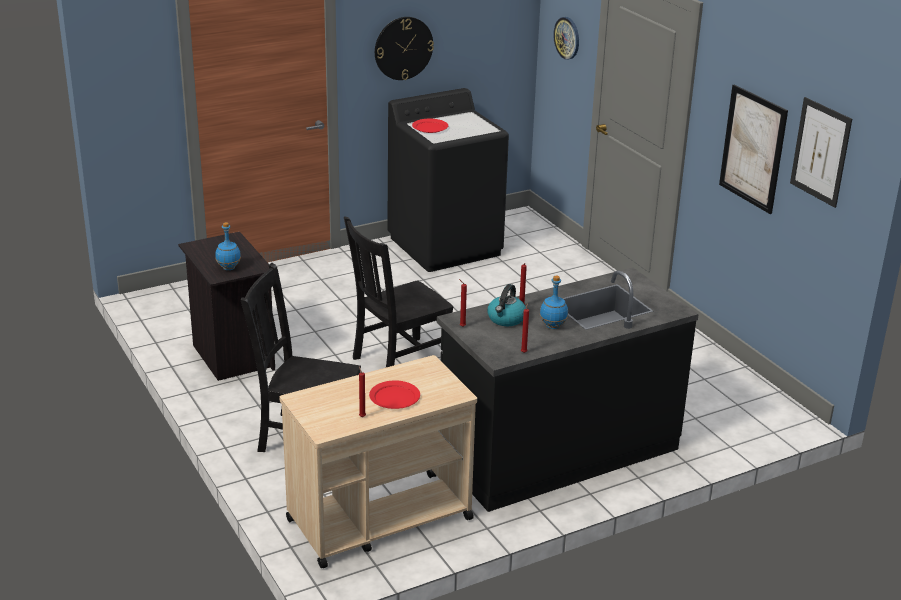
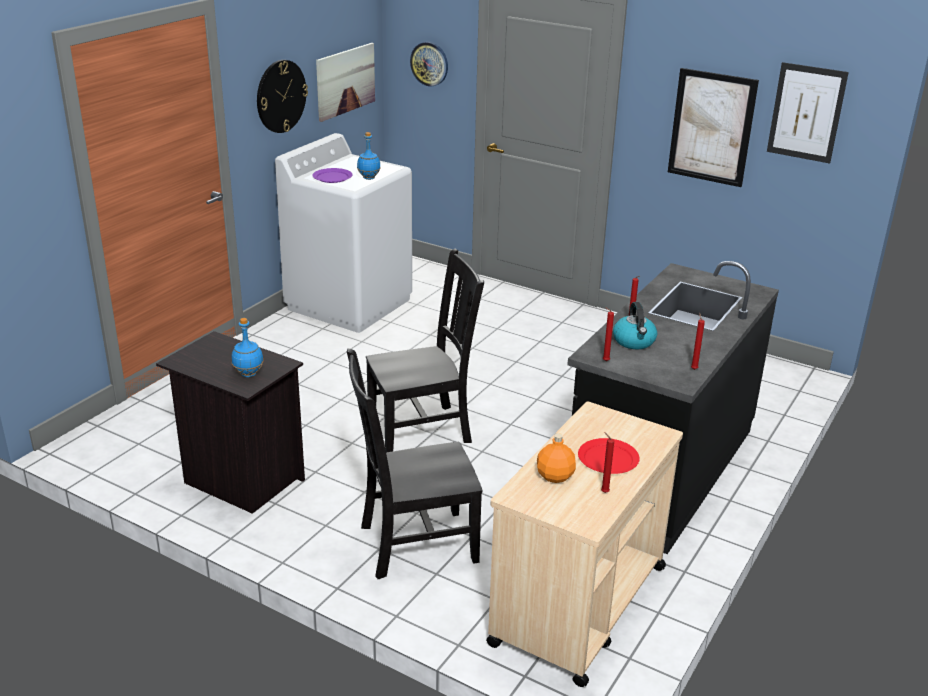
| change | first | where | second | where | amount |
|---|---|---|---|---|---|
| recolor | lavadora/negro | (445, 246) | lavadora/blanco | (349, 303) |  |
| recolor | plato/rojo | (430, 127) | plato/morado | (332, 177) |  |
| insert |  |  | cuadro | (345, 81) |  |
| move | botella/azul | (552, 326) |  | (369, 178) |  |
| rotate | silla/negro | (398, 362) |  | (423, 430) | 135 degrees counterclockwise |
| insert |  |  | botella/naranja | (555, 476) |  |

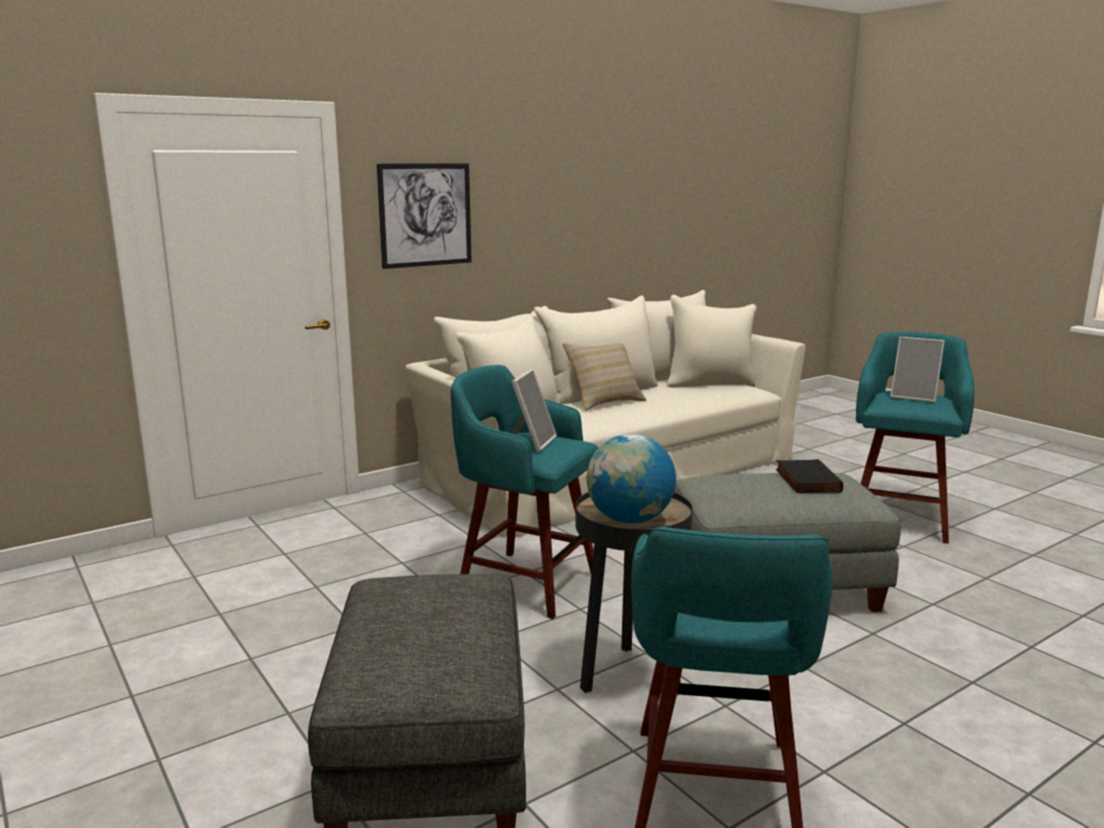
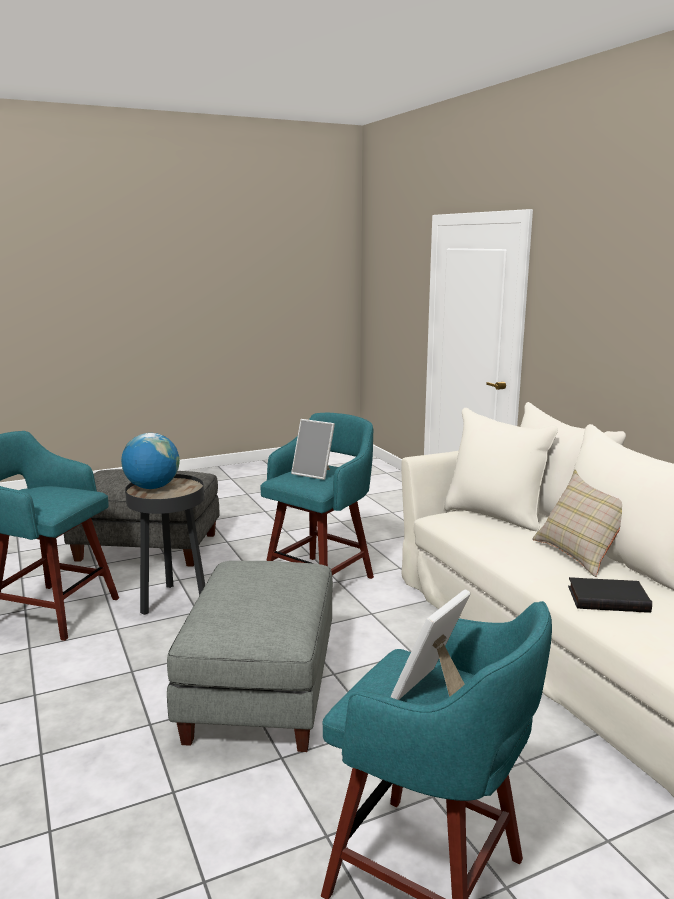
| change | first | where | second | where | amount |
|---|---|---|---|---|---|
| move | libro/negro | (805, 480) |  | (608, 598) |  |
| delete | cuadro | (425, 215) |  |  |  |

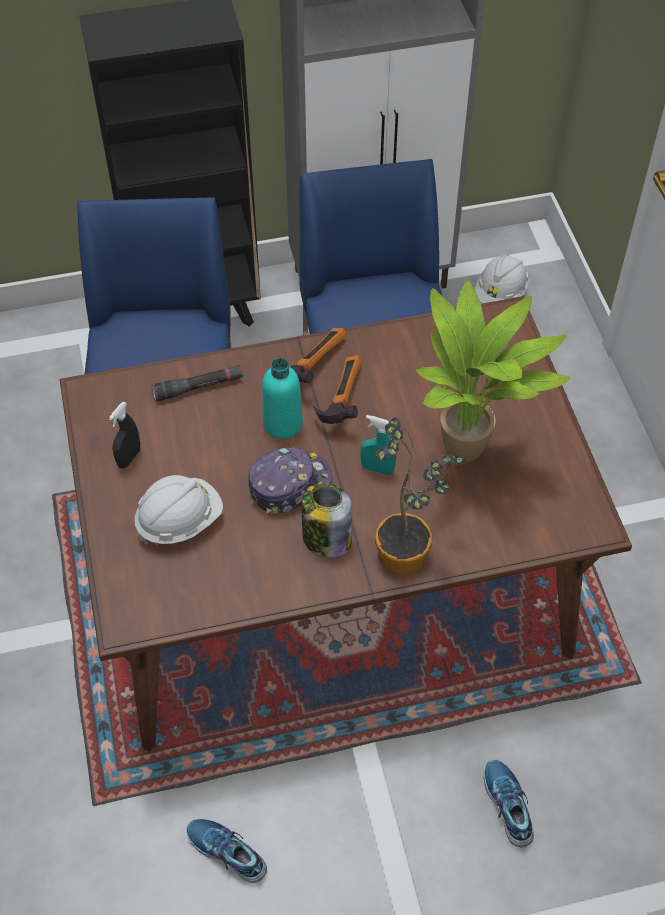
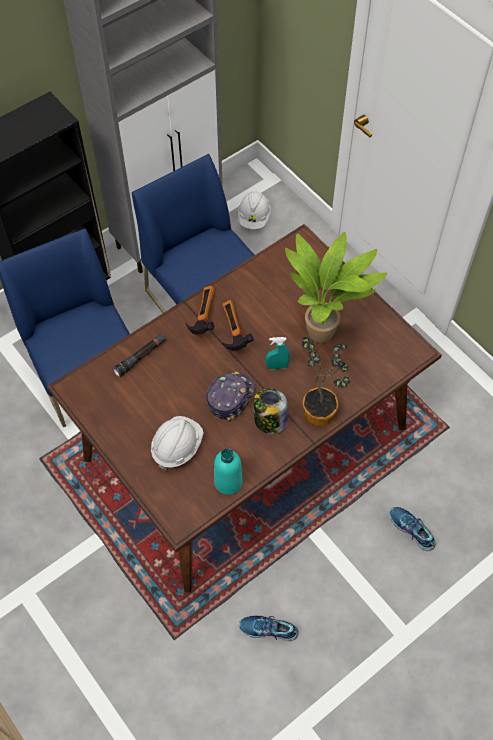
| change | first | where | second | where | amount |
|---|---|---|---|---|---|
| move | botella/turquesa | (283, 423) |  | (228, 482) |  |
| delete | pulverizador/negro | (129, 458) |  |  |  |

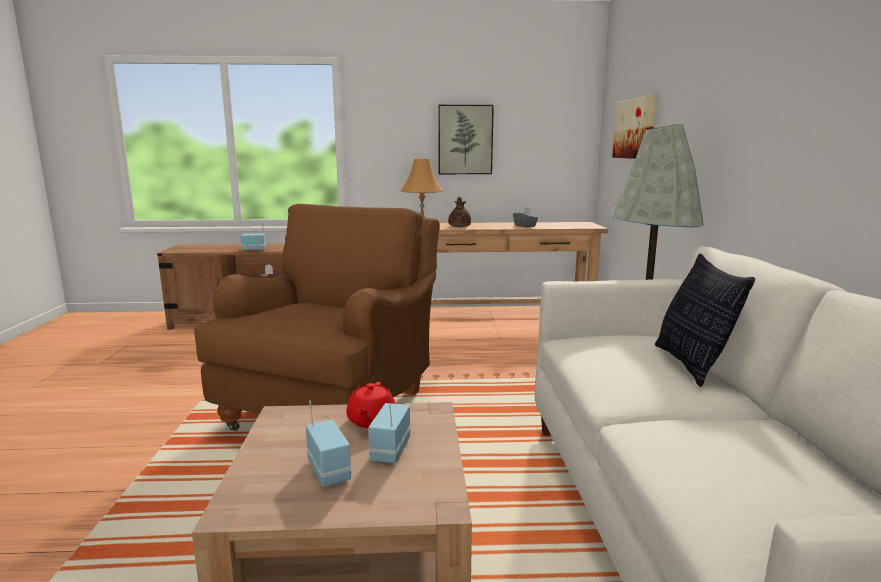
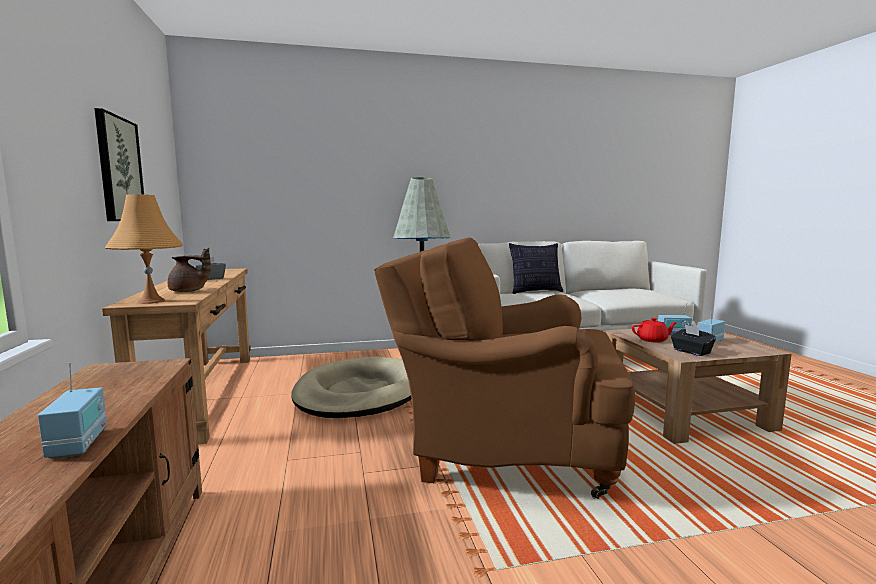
| change | first | where | second | where | amount |
|---|---|---|---|---|---|
| insert |  |  | cama para perro/beis | (359, 393) |  |
| insert |  |  | caja de pañuelos/negro | (691, 352) |  |
| delete | cuadro | (635, 129) |  |  |  |

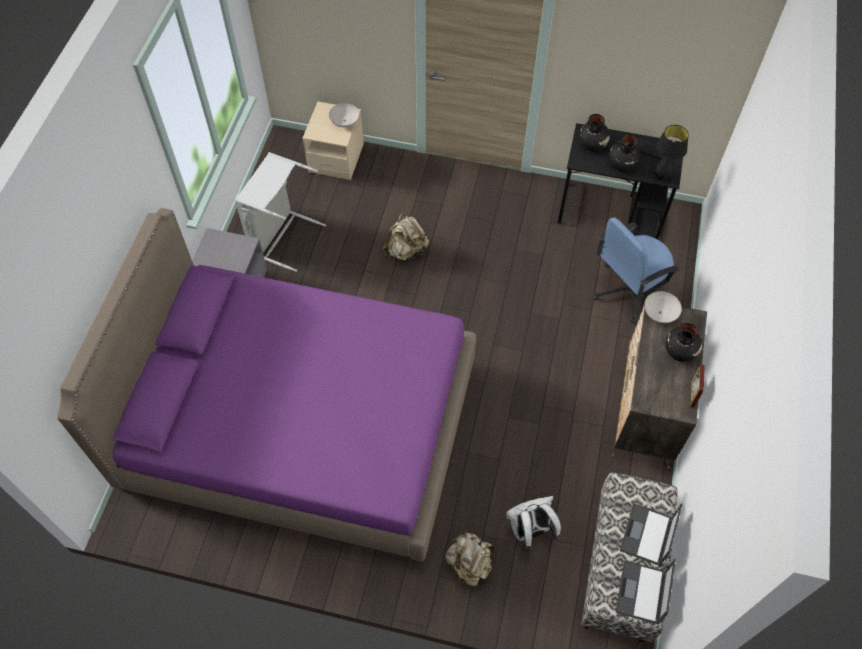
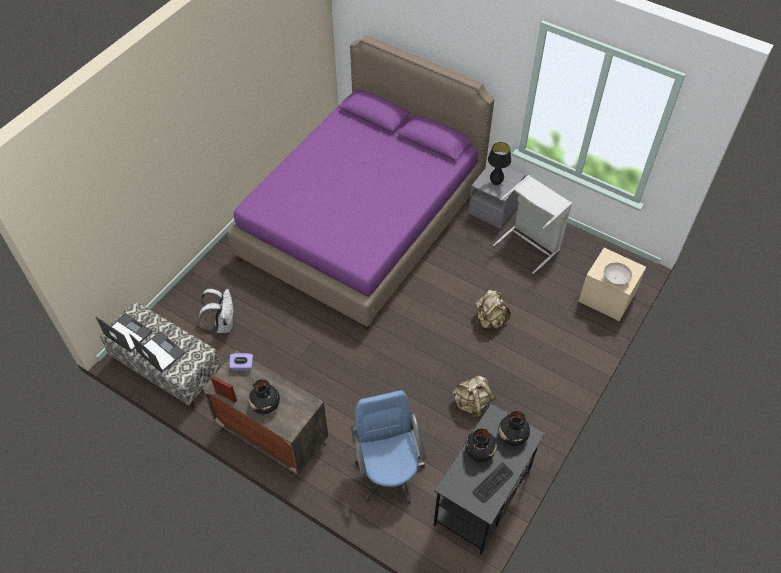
| change | first | where | second | where | amount |
|---|---|---|---|---|---|
| insert |  |  | caja de pañuelos/morado | (242, 366) |  |
| move | mochila/beis | (469, 564) |  | (472, 403) |  |
| move | lámpara de mesa/negro | (661, 177) |  | (496, 183) |  |
| delete | cuenco/blanco | (660, 314) |  |  |  |

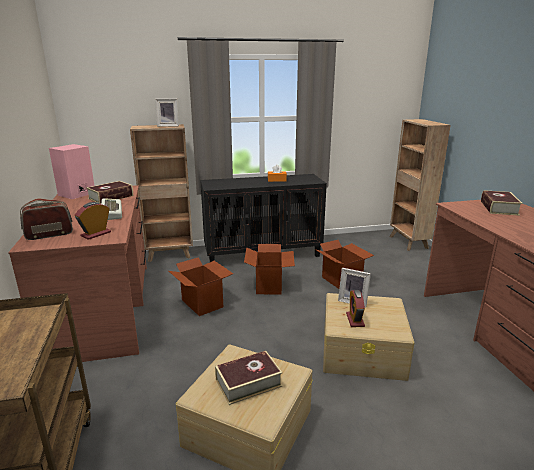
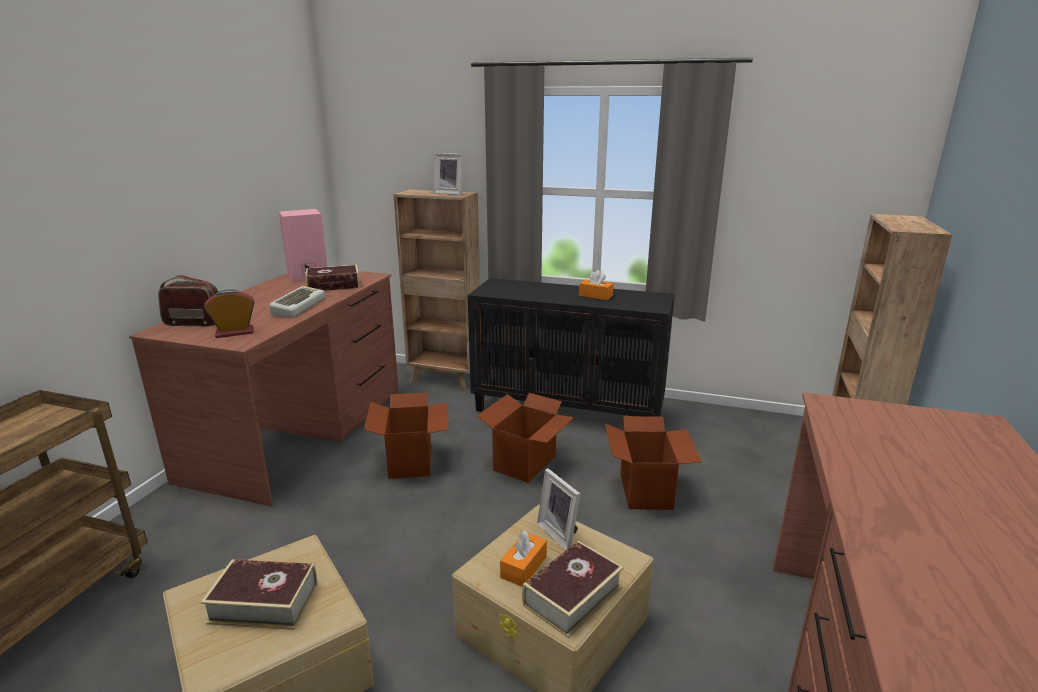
| change | first | where | second | where | amount |
|---|---|---|---|---|---|
| replace | despertador | (355, 320) | caja de pañuelos/naranja | (523, 567) |  |
| move | libro | (499, 208) |  | (572, 596) |  |

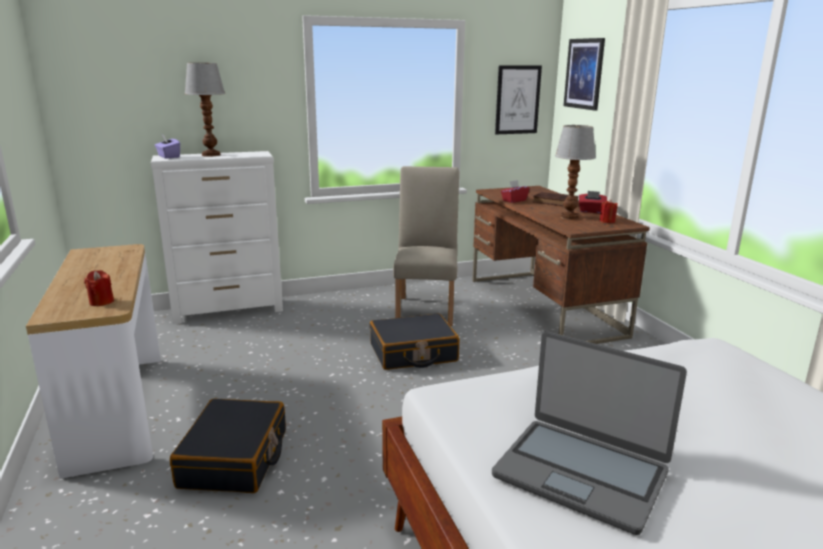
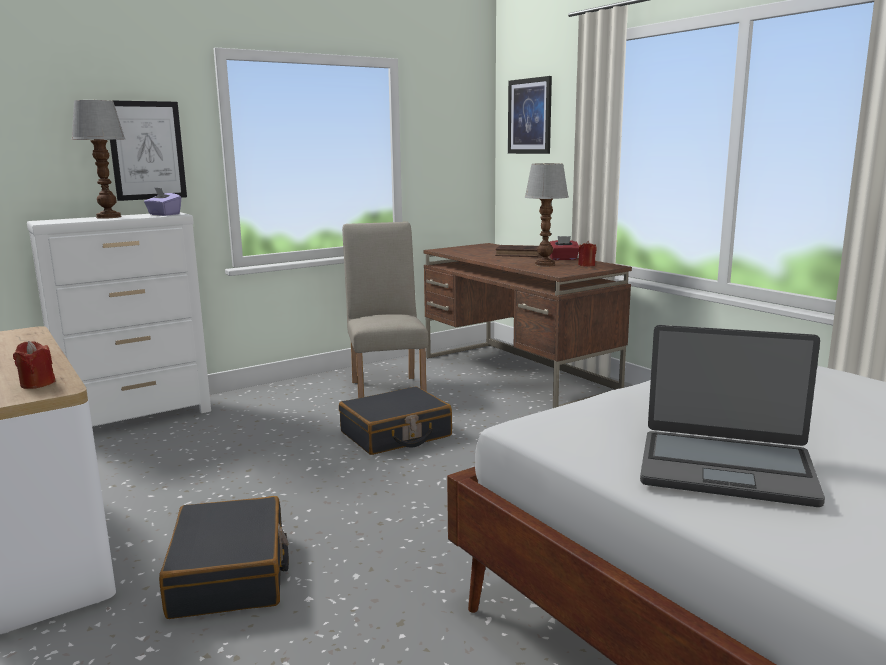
| change | first | where | second | where | amount |
|---|---|---|---|---|---|
| move | cuadro | (517, 100) |  | (147, 150) |  |
| move | caja de pañuelos/morado | (168, 156) |  | (164, 214) |  |
| delete | caja de pañuelos/rojo | (514, 200) |  |  |  |

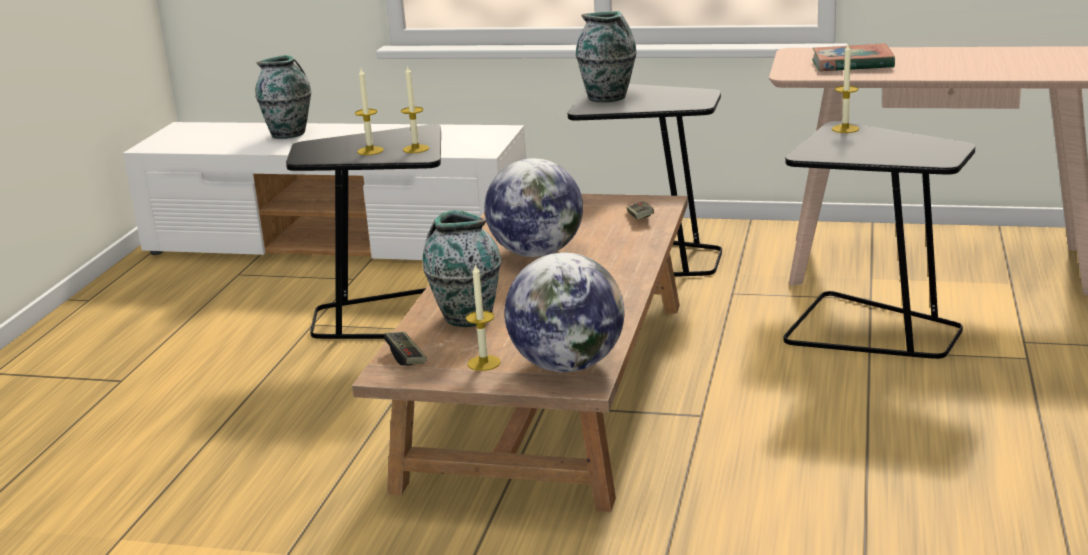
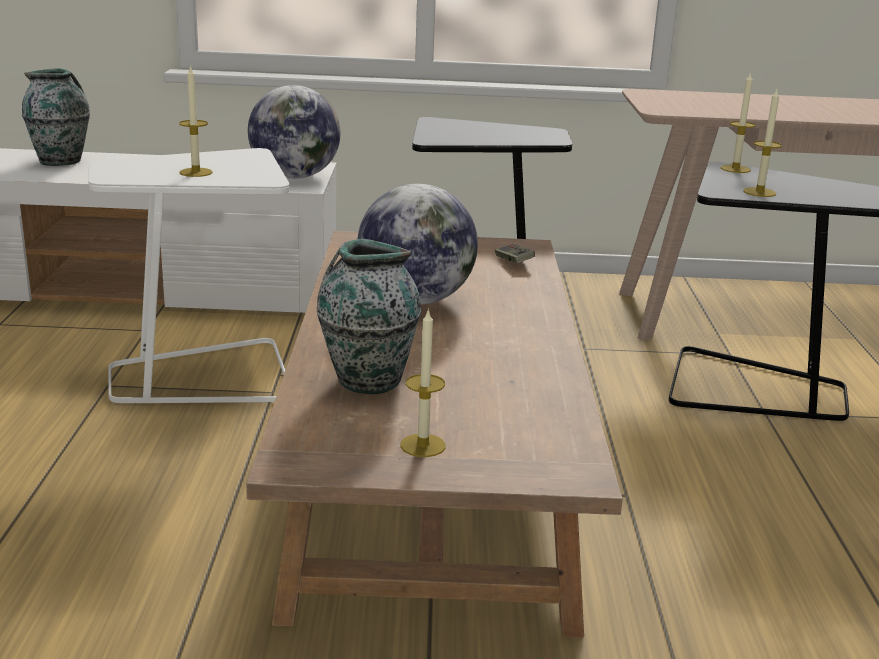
| change | first | where | second | where | amount |
|---|---|---|---|---|---|
| recolor | mesa auxiliar/negro | (389, 318) | mesa auxiliar/blanco | (203, 377) |  |
| move | globo terráqueo | (567, 365) |  | (294, 177) |  |
| move | vela | (416, 149) |  | (759, 192) |  |
| delete | mando de consola | (406, 356) |  |  |  |
| delete | florero | (608, 98) |  |  |  |
| delete | libro | (852, 64) |  |  |  |

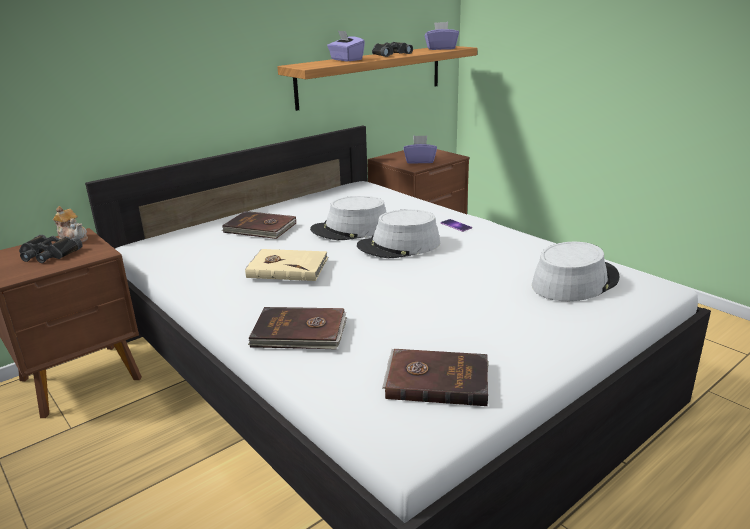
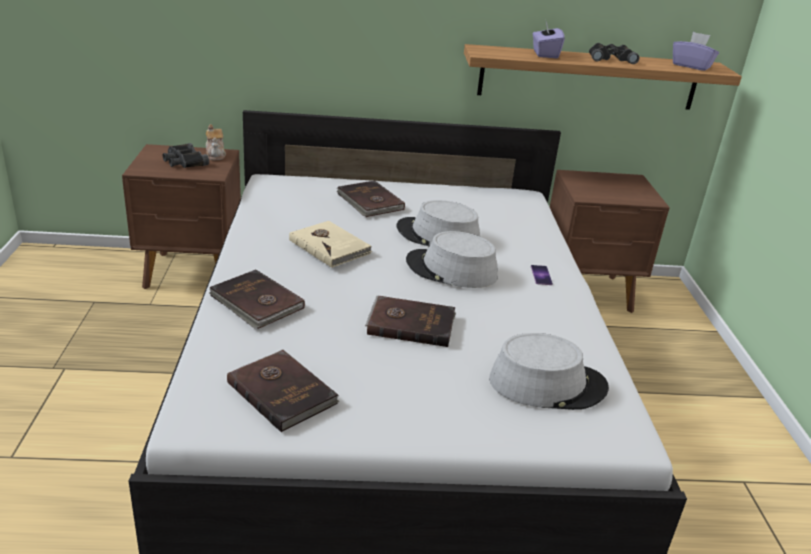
| change | first | where | second | where | amount |
|---|---|---|---|---|---|
| insert |  |  | libro/marrón | (410, 323) |  |
| delete | caja de pañuelos/morado | (420, 161) |  |  |  |

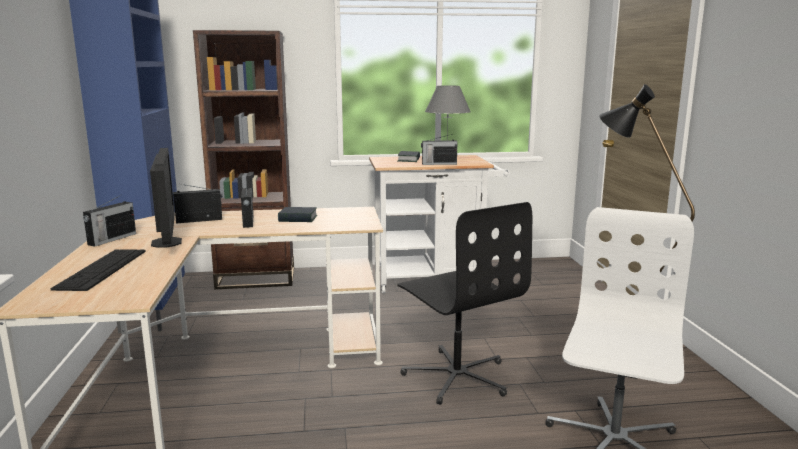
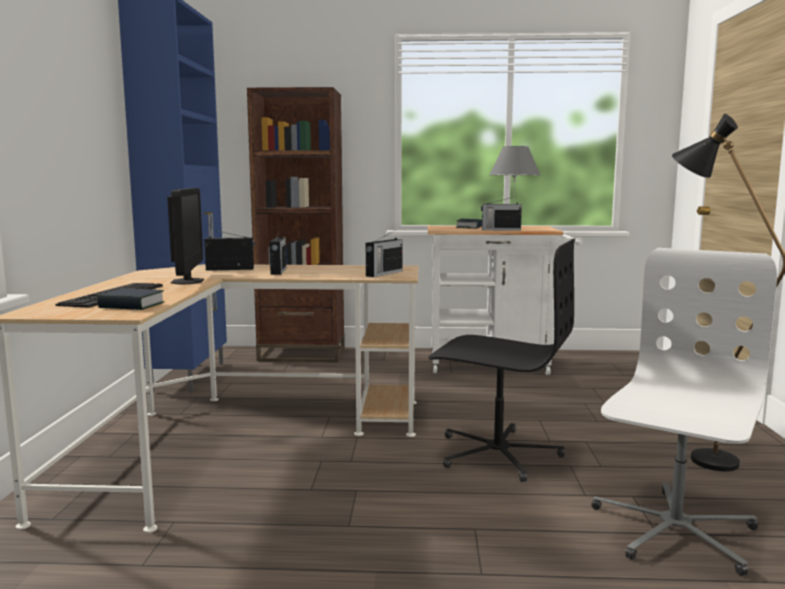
| change | first | where | second | where | amount |
|---|---|---|---|---|---|
| move | libro | (298, 219) |  | (131, 305) |  |
| move | radio | (111, 239) |  | (383, 273) |  |
| rotate | silla de oficina/negro | (457, 376) |  | (497, 453) | 45 degrees counterclockwise |

